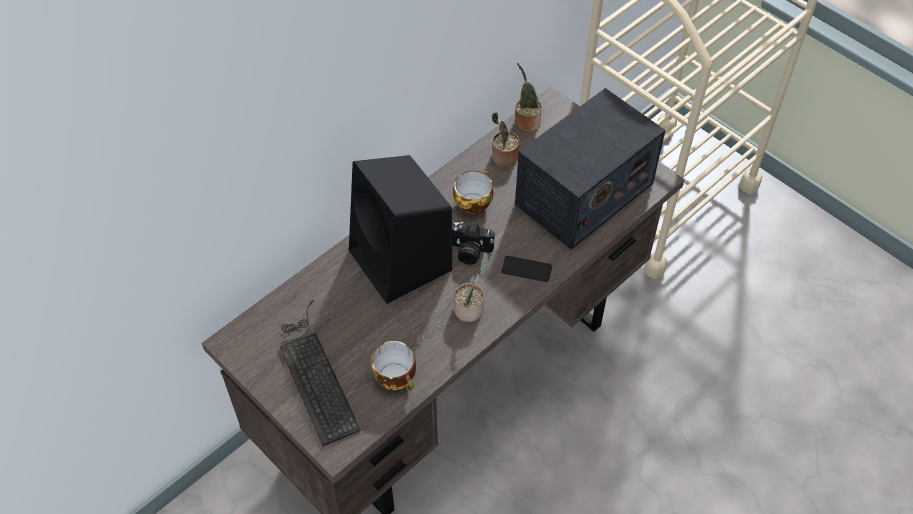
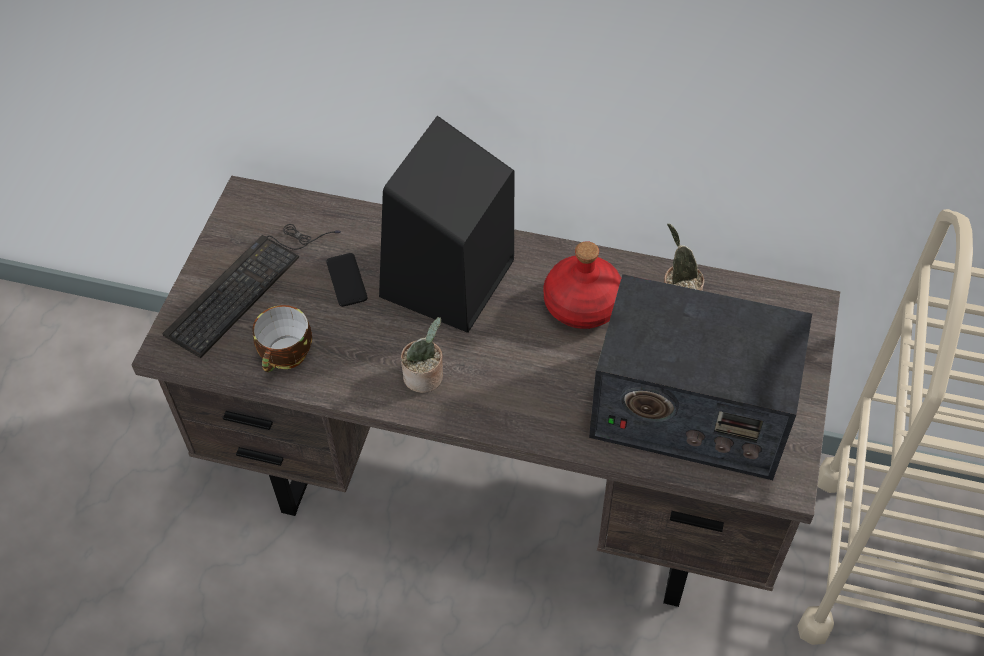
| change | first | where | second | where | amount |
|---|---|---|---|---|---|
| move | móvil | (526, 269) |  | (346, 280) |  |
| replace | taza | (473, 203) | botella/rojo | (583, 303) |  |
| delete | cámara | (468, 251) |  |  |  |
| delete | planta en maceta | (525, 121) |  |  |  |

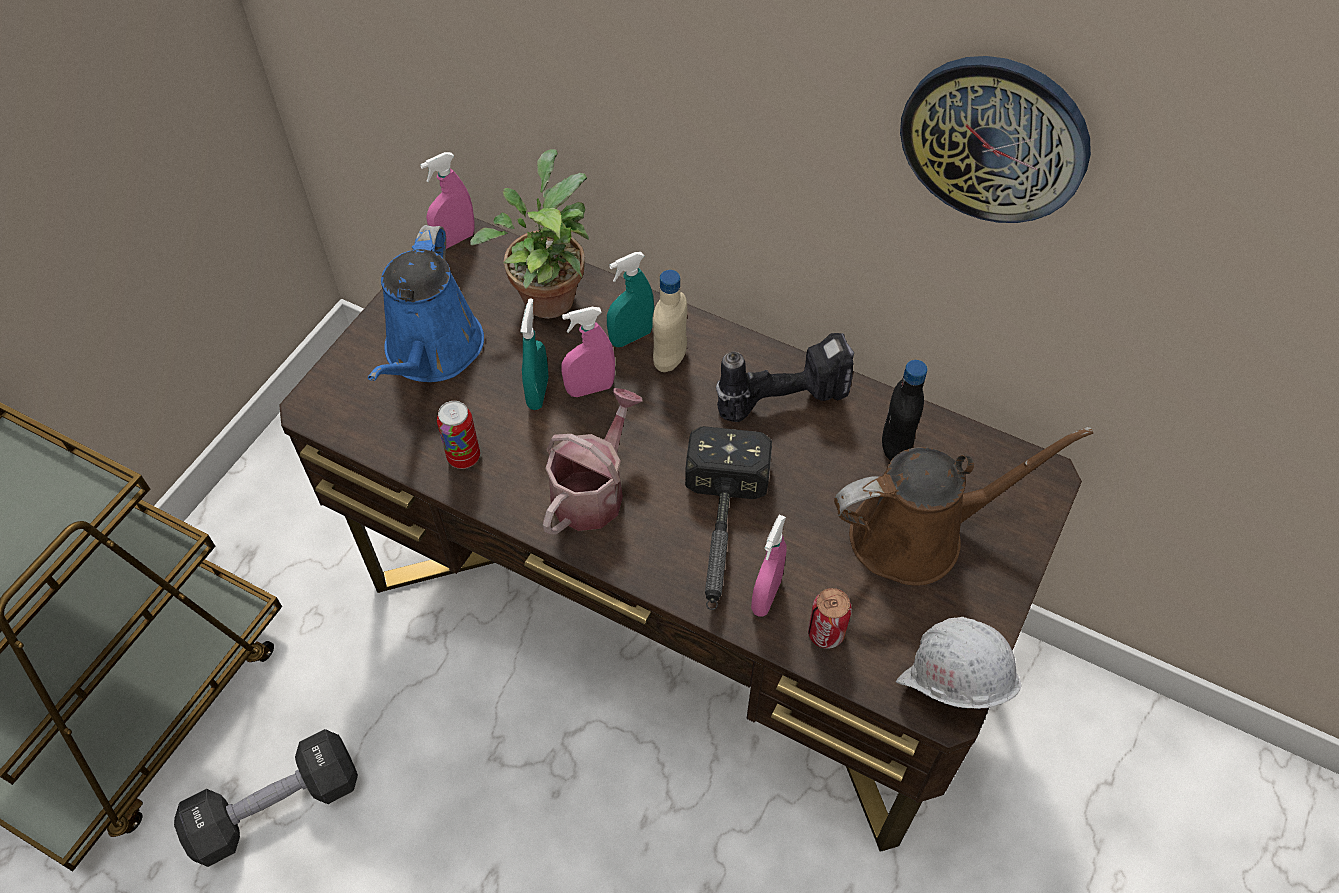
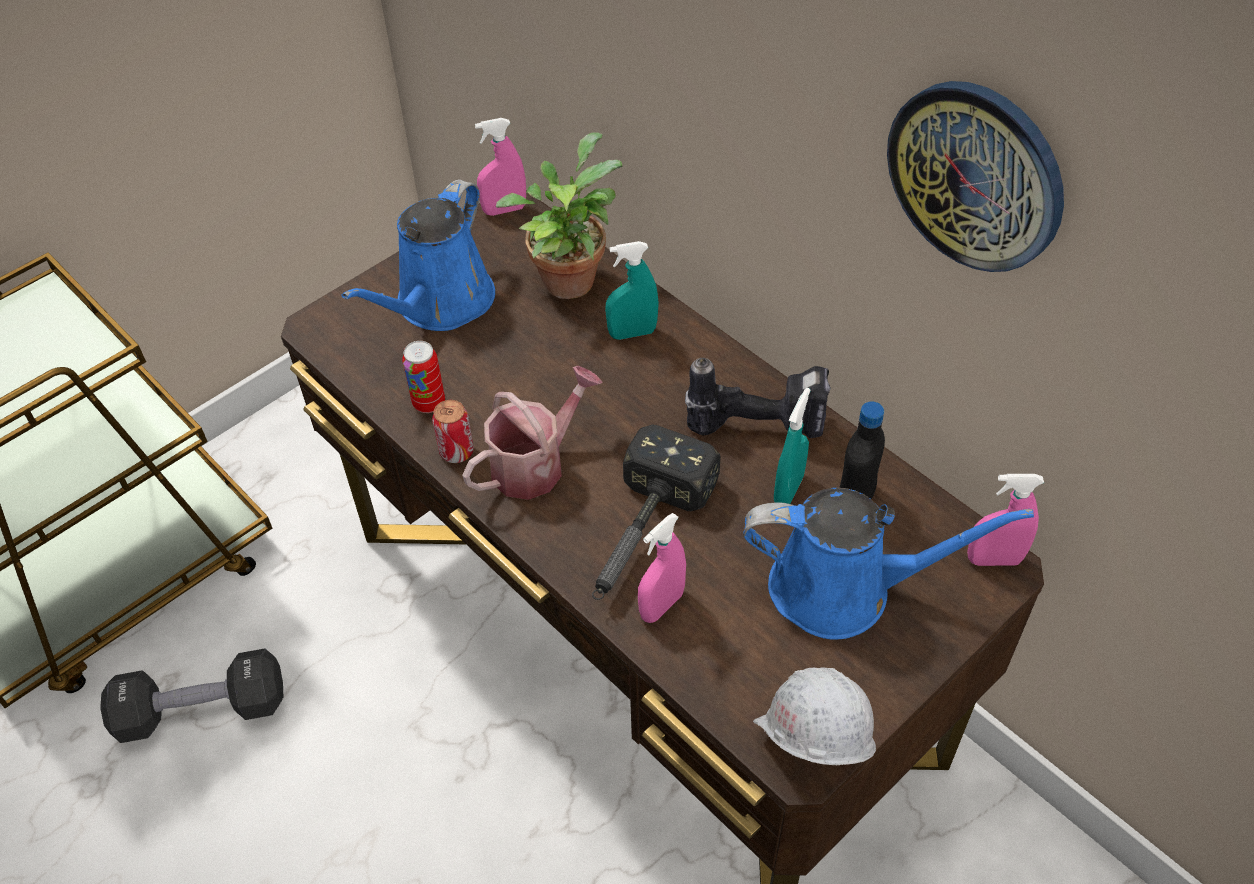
| change | first | where | second | where | amount |
|---|---|---|---|---|---|
| move | lata | (825, 633) |  | (456, 452) |  |
| recolor | regadera/marrón | (918, 534) | regadera/azul | (842, 589) |  |
| move | pulverizador/turquesa | (538, 393) |  | (788, 490) |  |
| move | pulverizador/rosa | (590, 389) |  | (994, 560) |  |
| delete | botella/beis | (670, 358) |  |  |  |

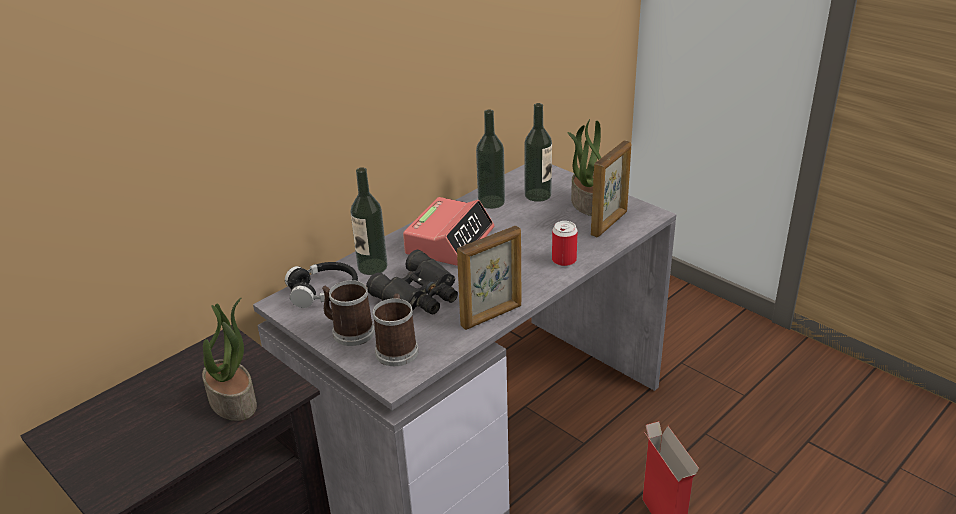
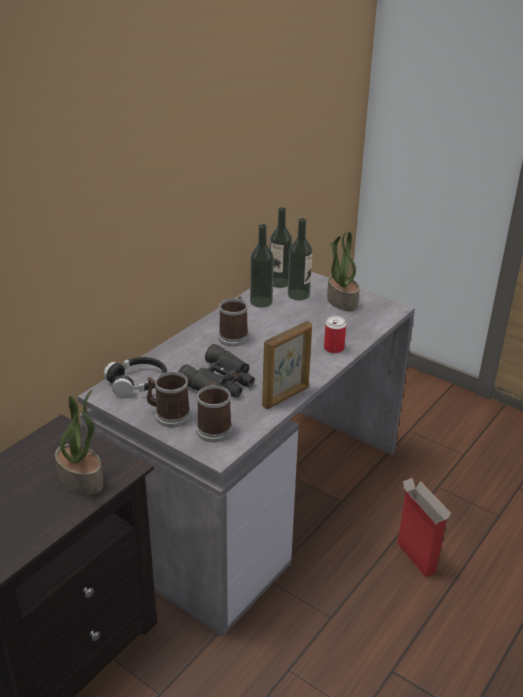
| change | first | where | second | where | amount |
|---|---|---|---|---|---|
| replace | despertador | (450, 241) | taza grande | (234, 336) |  |
| move | botella | (372, 266) |  | (279, 282) |  |
| delete | portarretratos | (609, 223) |  |  |  |

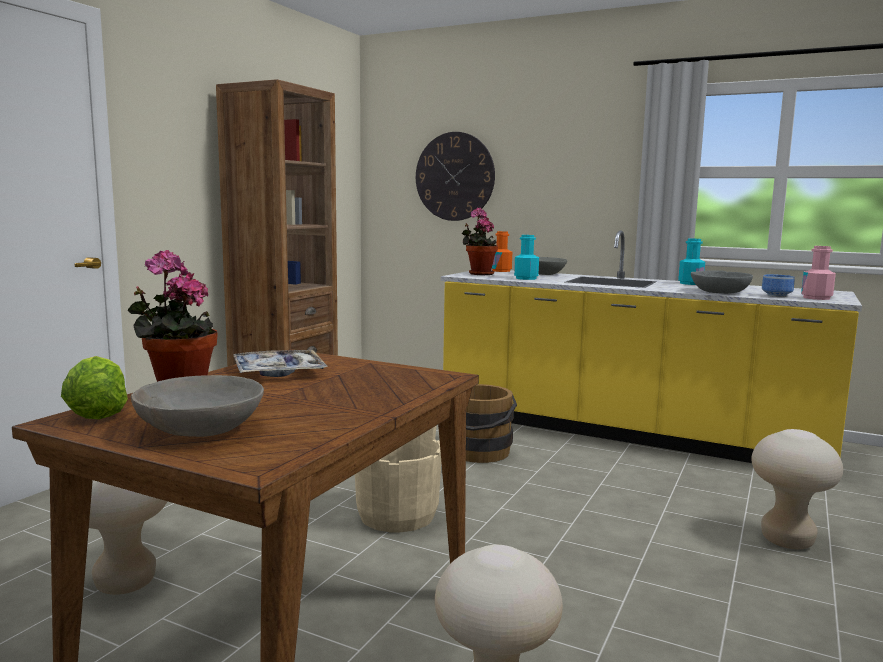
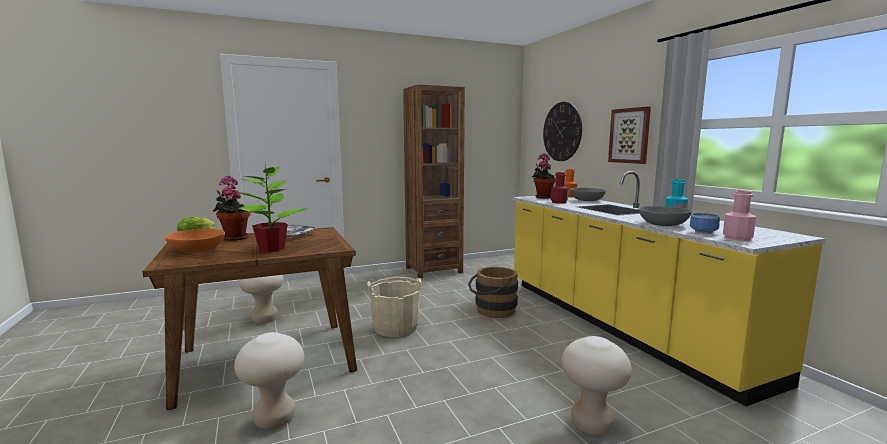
| change | first | where | second | where | amount |
|---|---|---|---|---|---|
| recolor | cuenco/gris | (201, 429) | cuenco/naranja | (197, 250) |  |
| insert |  |  | planta en maceta | (272, 248) |  |
| recolor | botella/turquesa | (526, 278) | botella/rojo | (559, 202) |  |
| insert |  |  | cuadro | (629, 135) |  |

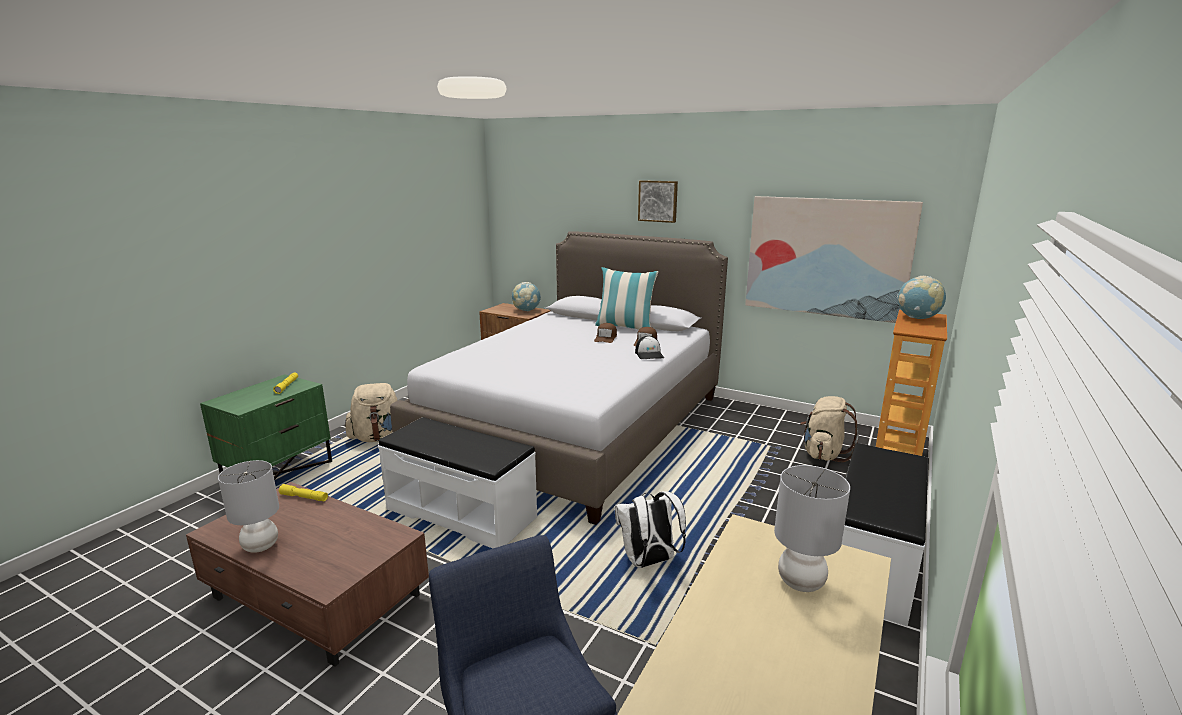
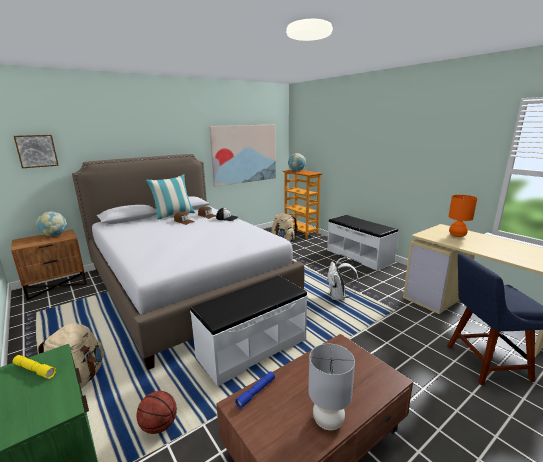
| change | first | where | second | where | amount |
|---|---|---|---|---|---|
| move | cuadro | (658, 201) |  | (36, 151) |  |
| insert |  |  | balón de baloncesto | (159, 425) |  |
| recolor | linterna/amarillo | (304, 497) | linterna/azul | (256, 392) |  |
| recolor | lámpara de mesa/gris | (801, 583) | lámpara de mesa/naranja | (457, 235) |  |

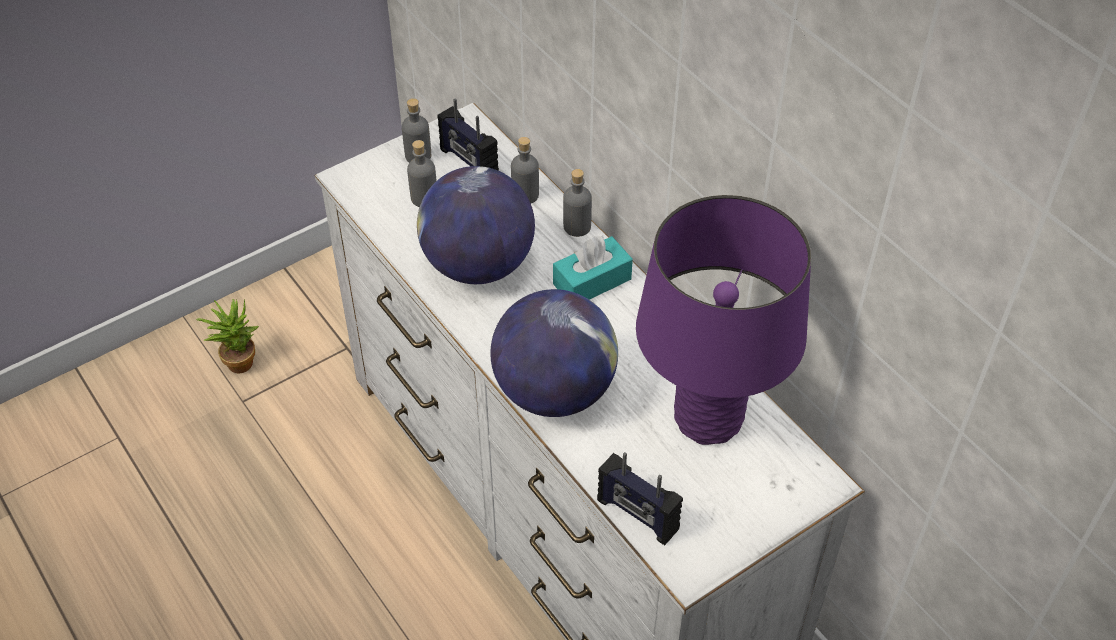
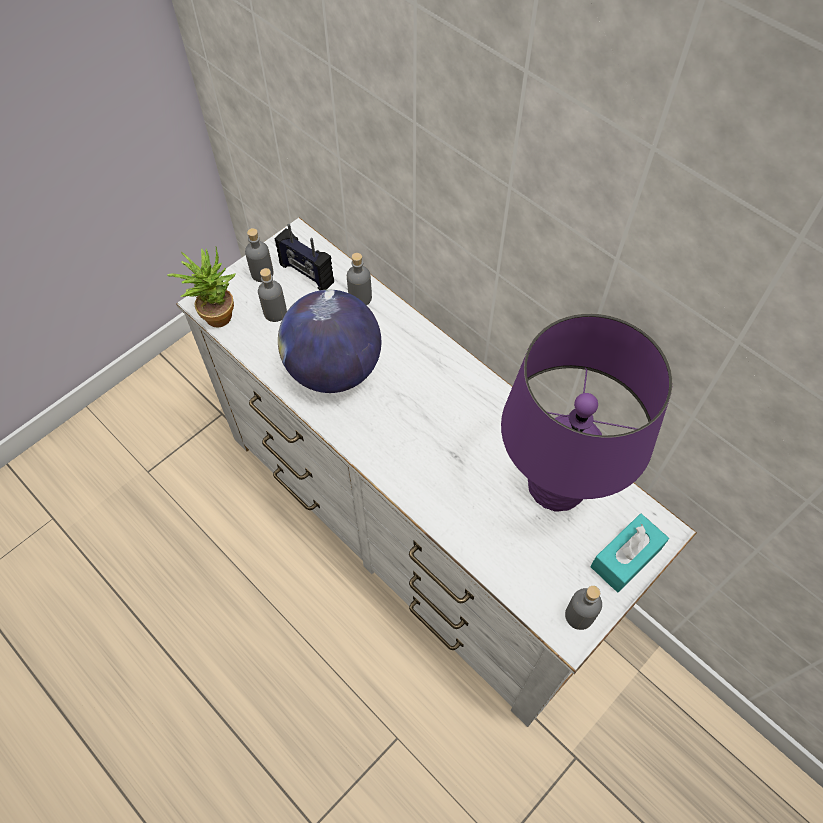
| change | first | where | second | where | amount |
|---|---|---|---|---|---|
| move | planta en maceta | (238, 360) |  | (215, 313) |  |
| move | botella/gris | (577, 226) |  | (579, 615) |  |
| move | caja de pañuelos/turquesa | (592, 281) |  | (625, 557) |  |
| delete | globo terráqueo | (554, 391) |  |  |  |
| delete | radio | (637, 515) |  |  |  |

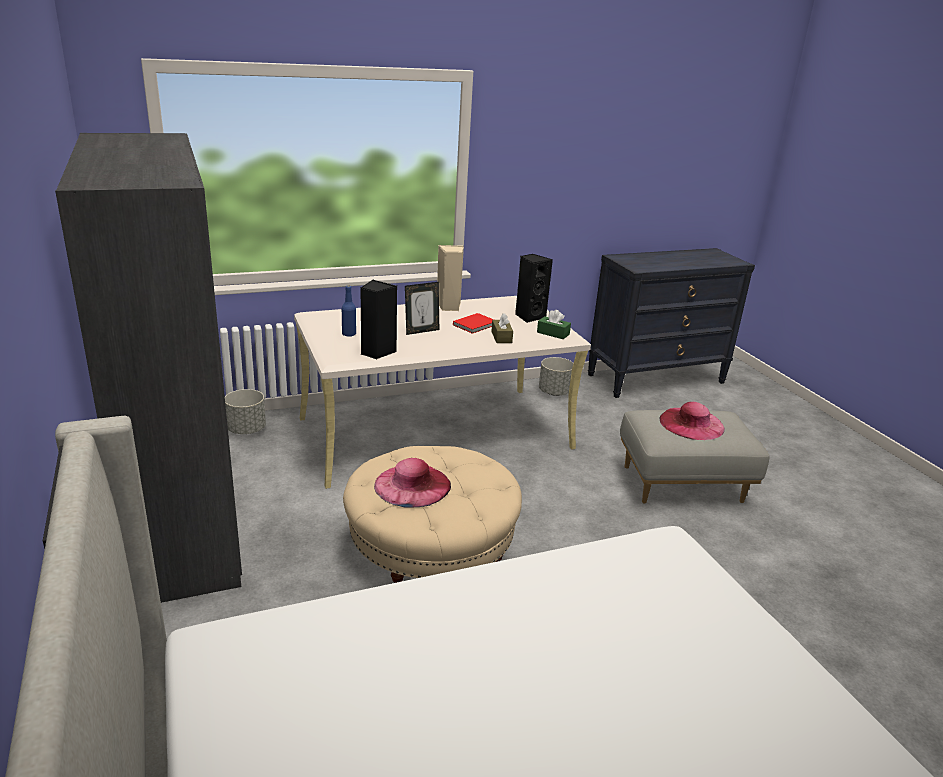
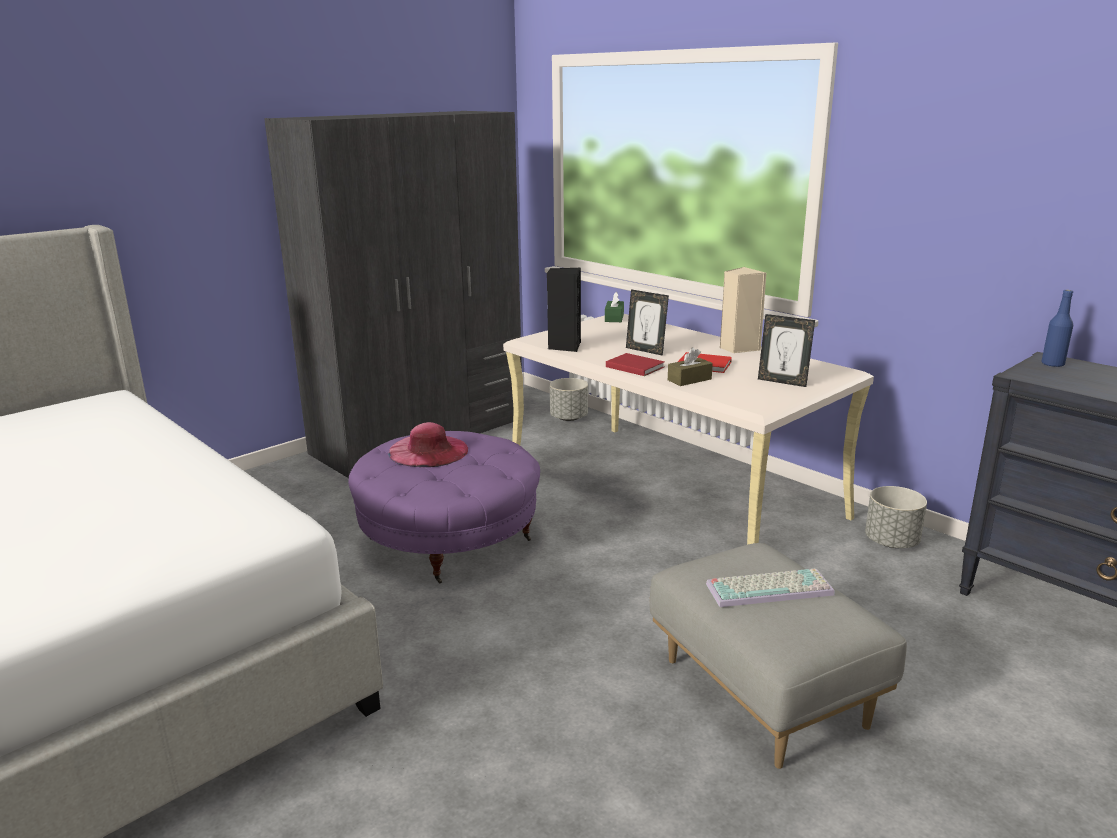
| change | first | where | second | where | amount |
|---|---|---|---|---|---|
| recolor | puf/beis | (430, 550) | puf/morado | (449, 540) |  |
| move | caja de pañuelos/verde | (553, 333) |  | (614, 318) |  |
| insert |  |  | libro/rojo | (634, 366) |  |
| replace | sombrero/rosa | (691, 424) | teclado | (770, 588) |  |
| replace | altavoz/negro | (529, 317) | portarretratos | (782, 382) |  |
| move | botella/azul | (349, 334) |  | (1052, 364) |  |

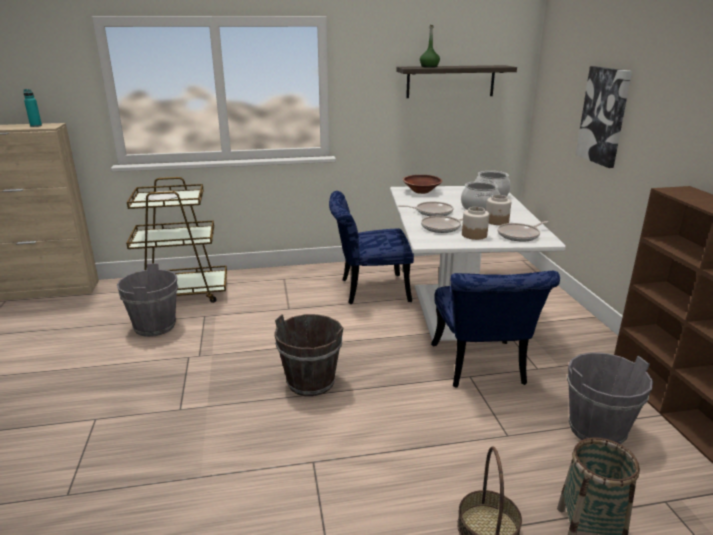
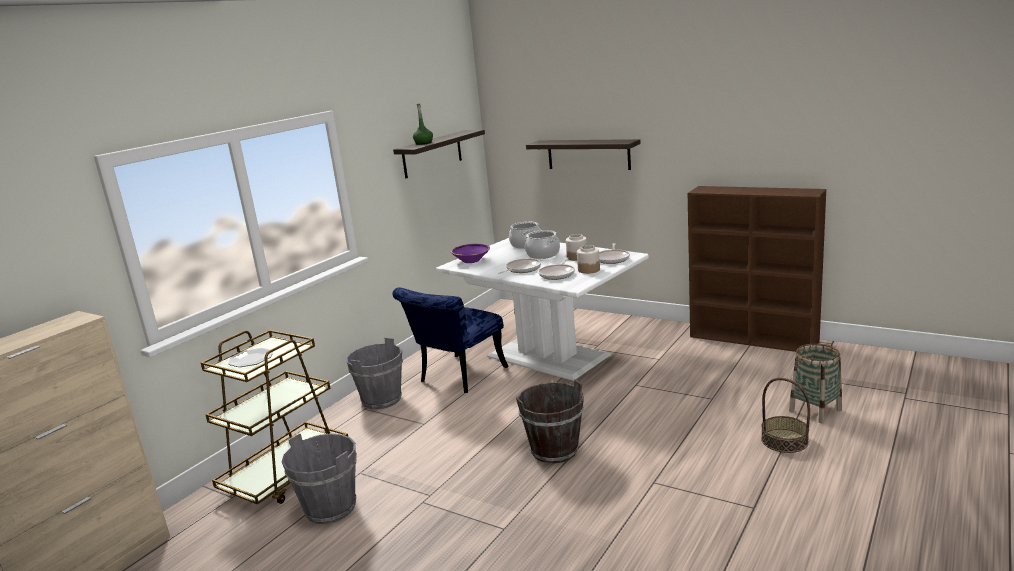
| change | first | where | second | where | amount |
|---|---|---|---|---|---|
| move | cubo/gris | (597, 430) |  | (382, 400) |  |
| recolor | cuenco/marrón | (421, 191) | cuenco/morado | (471, 261) |  |
| replace | cuadro | (604, 116) | estante | (588, 154) |  |
| delete | botella/turquesa | (36, 126) |  |  |  |
| delete | silla/azul | (481, 369) |  |  |  |

